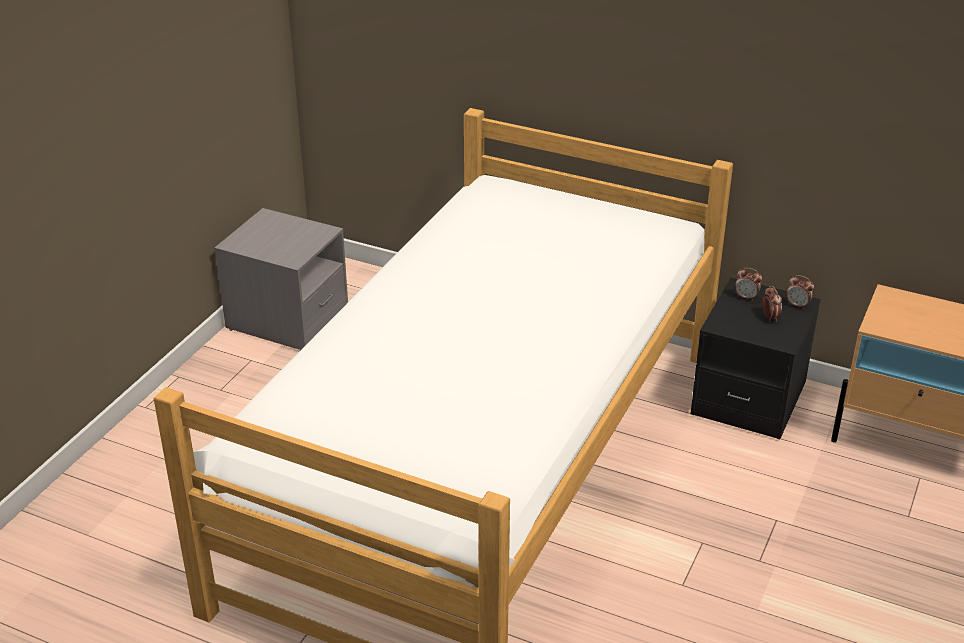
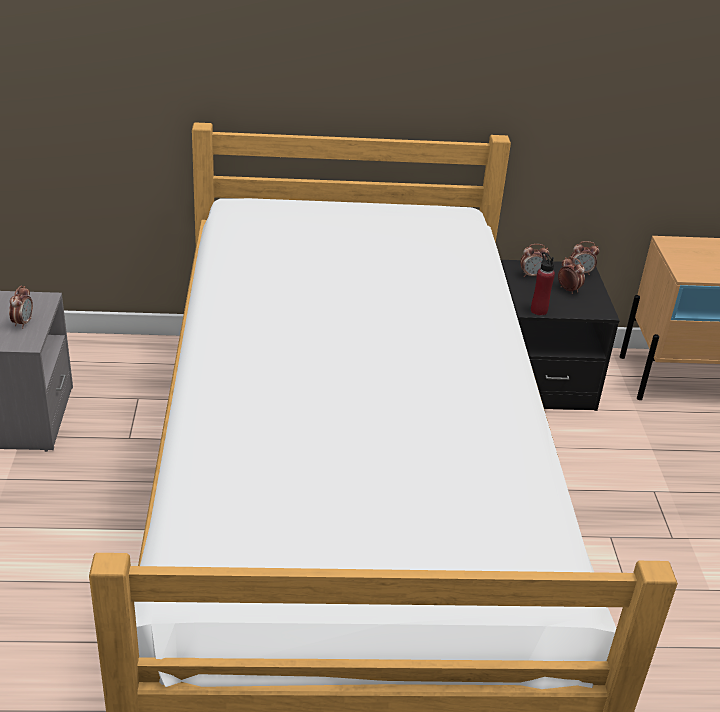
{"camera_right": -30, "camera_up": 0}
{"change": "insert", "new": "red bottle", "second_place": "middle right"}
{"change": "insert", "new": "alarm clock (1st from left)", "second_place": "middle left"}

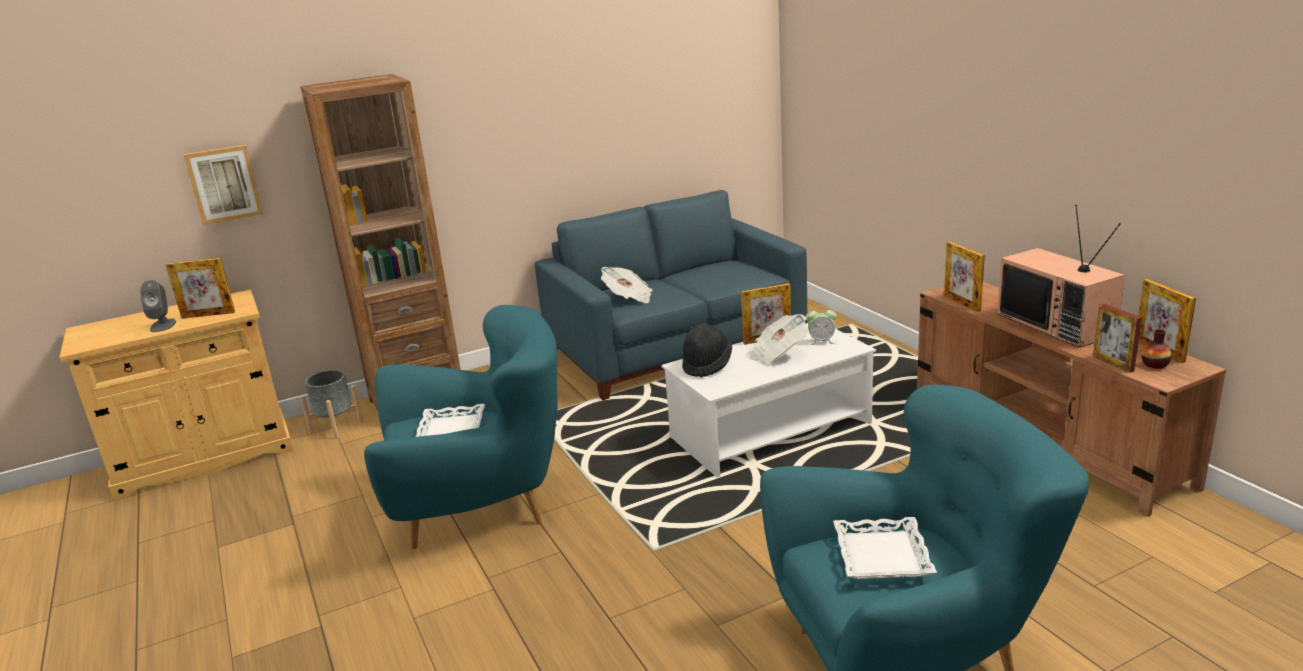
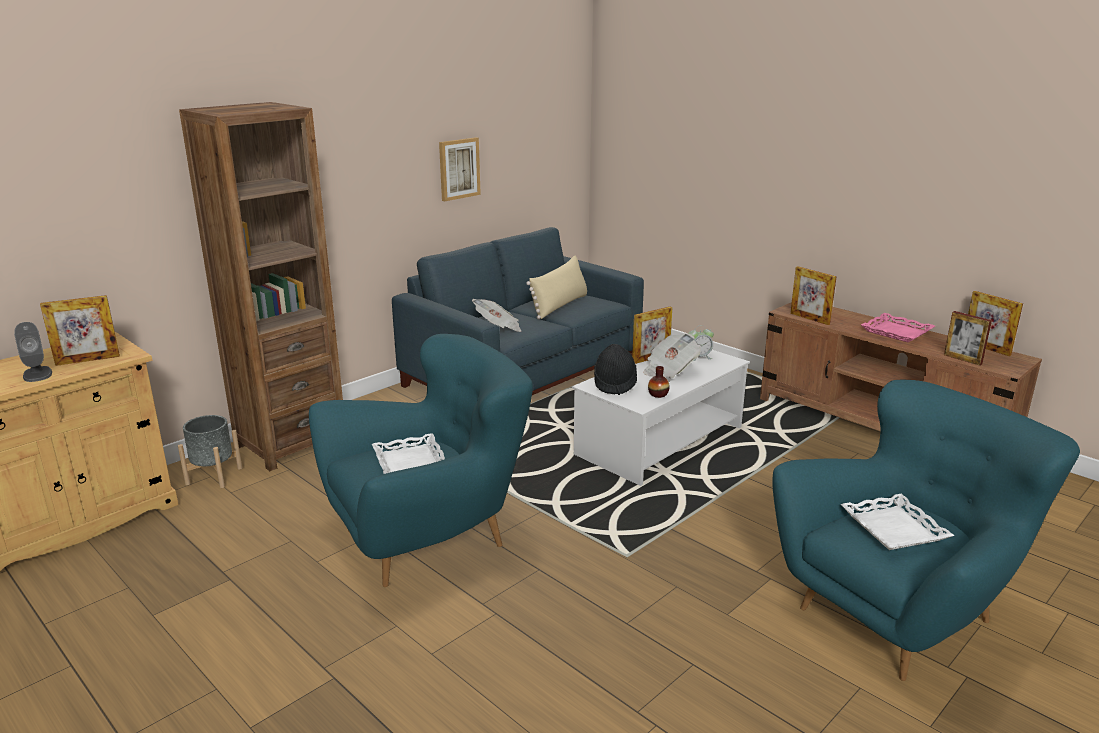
{"camera_right": -20, "camera_up": 0}
{"change": "move", "old": "picture", "first_place": "top left", "second_place": "top centre"}
{"change": "replace", "old": "television", "new": "pink tray", "first_place": "middle right", "second_place": "middle right"}
{"change": "move", "old": "vase", "first_place": "middle right", "second_place": "centre"}
{"change": "insert", "new": "beige pillow", "second_place": "centre"}

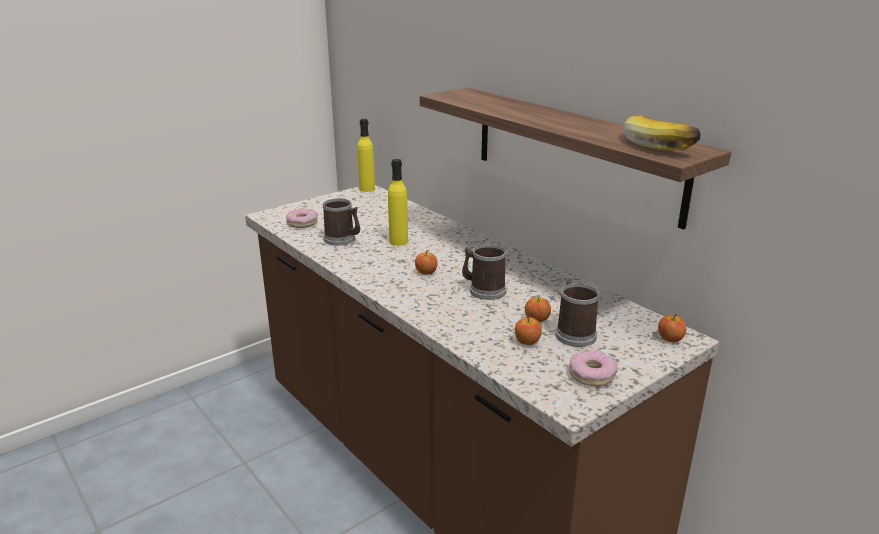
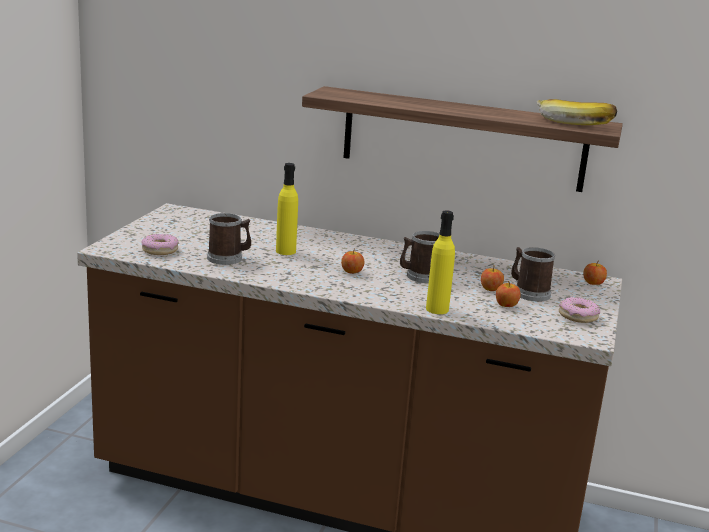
{"camera_right": -35, "camera_up": -5}
{"change": "move", "old": "yellow bottle (1st from left in the first image)", "new": "yellow bottle (2nd from left)", "first_place": "top centre", "second_place": "centre"}

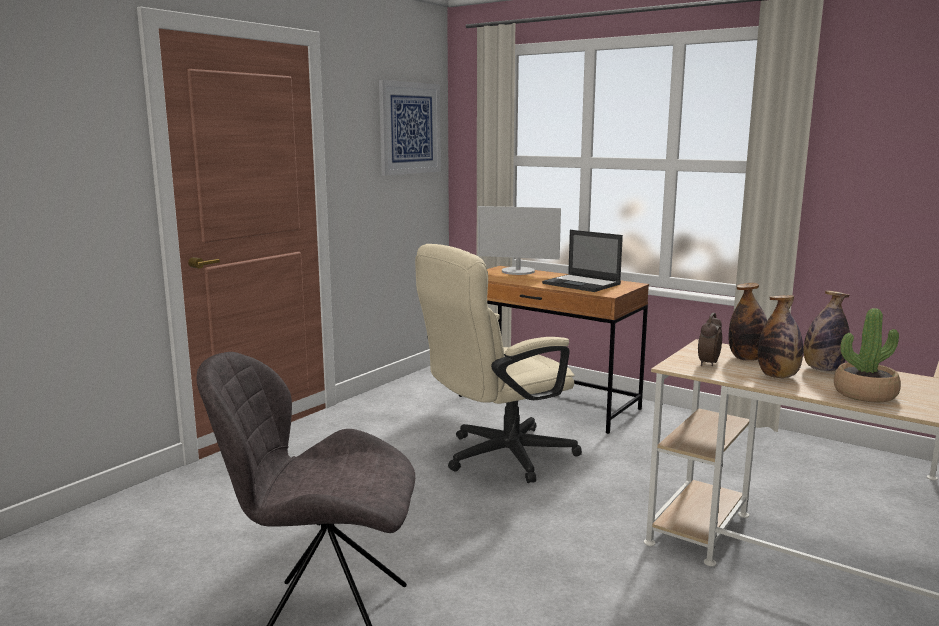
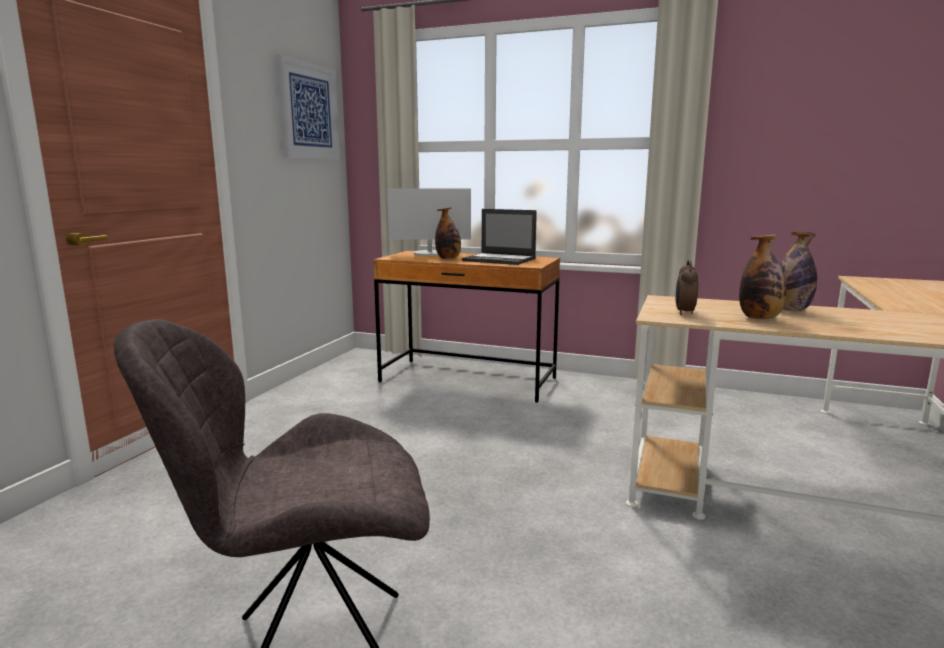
{"camera_right": -15, "camera_up": 0}
{"change": "delete", "old": "beige office chair", "first_place": "centre"}
{"change": "move", "old": "bottle (1st from left)", "first_place": "middle right", "second_place": "centre"}
{"change": "delete", "old": "potted plant", "first_place": "middle right"}

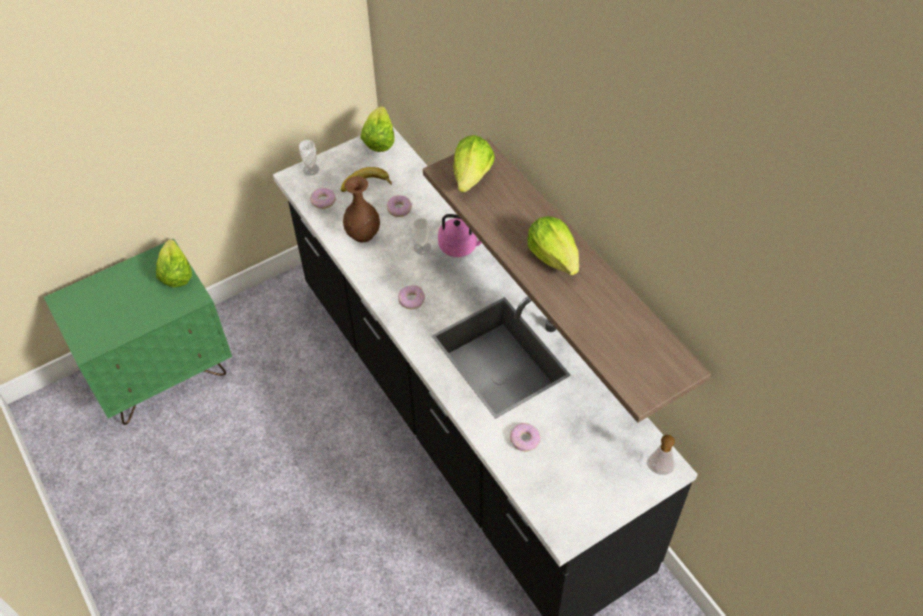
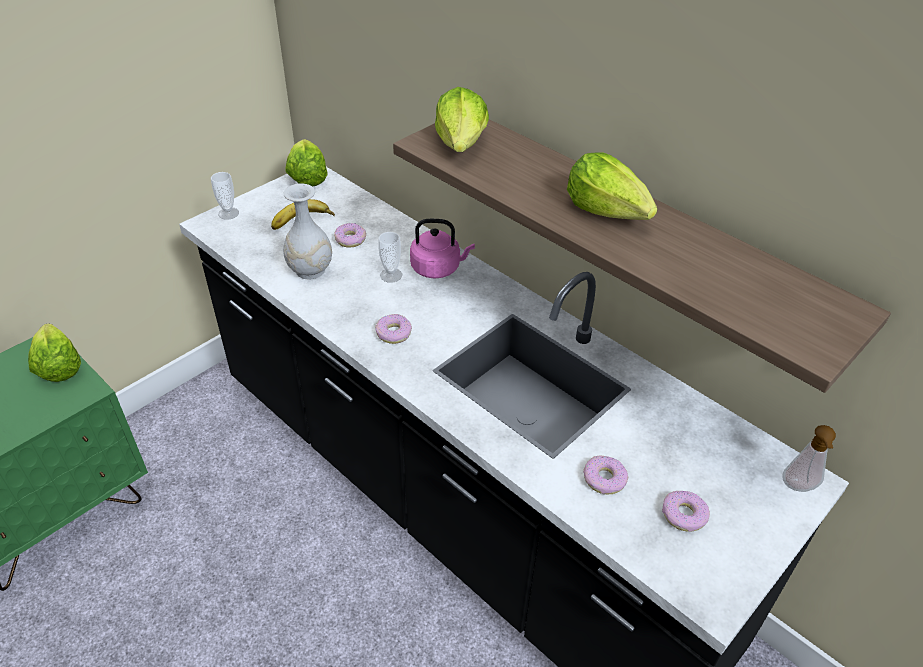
{"camera_right": -15, "camera_up": -10}
{"change": "recolor", "old": "brown vase", "new": "white vase", "first_place": "centre", "second_place": "middle left"}
{"change": "move", "old": "donut (1st from left in the first image)", "new": "donut (4th from left)", "first_place": "top centre", "second_place": "bottom right"}

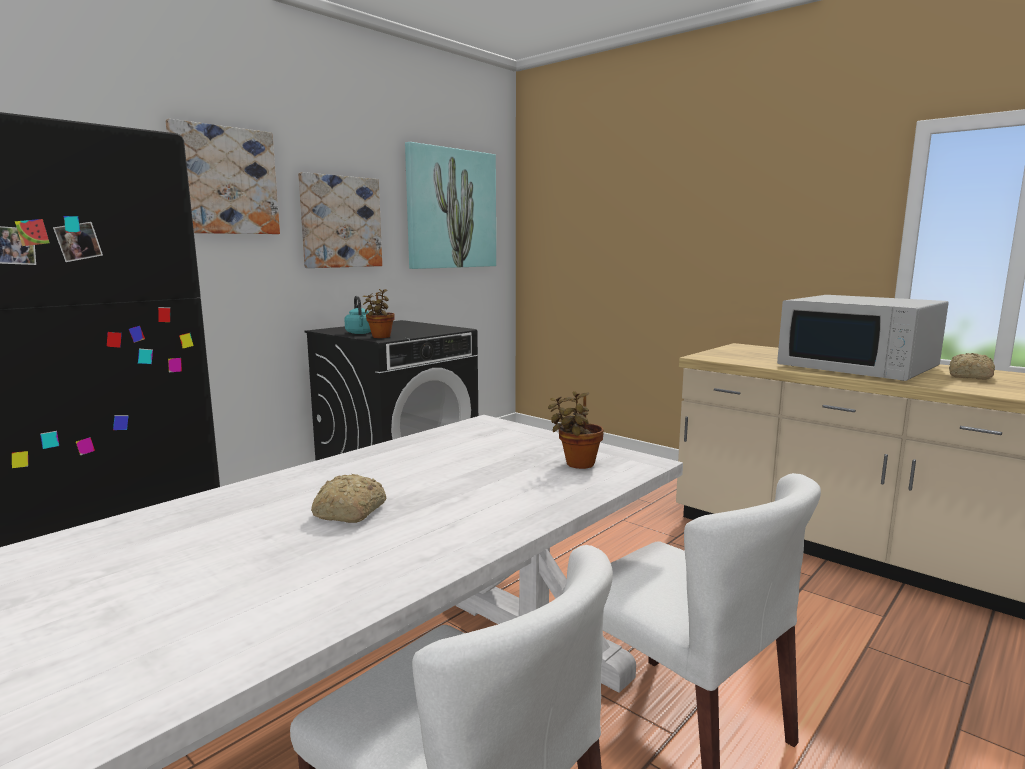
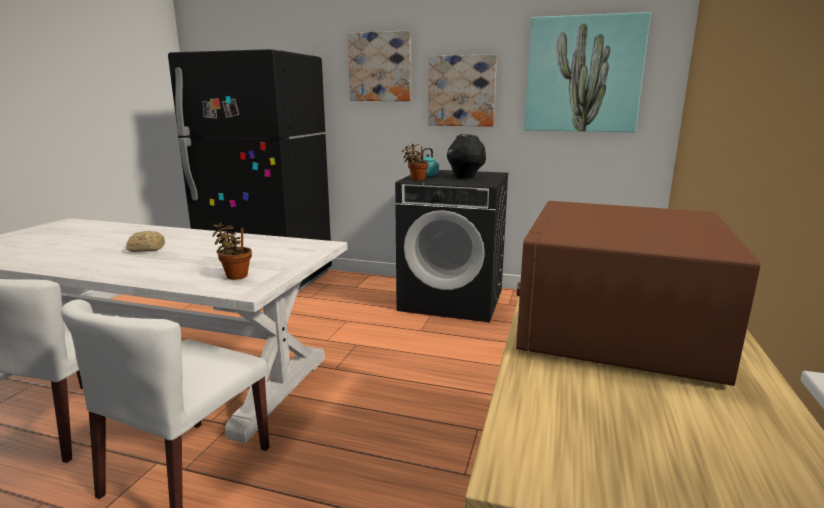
{"camera_right": 65, "camera_up": 5}
{"change": "recolor", "old": "white microwave", "new": "brown microwave", "first_place": "middle right", "second_place": "middle right"}
{"change": "delete", "old": "bread (2nd from left)", "first_place": "middle right"}
{"change": "insert", "new": "black vase", "second_place": "top centre"}

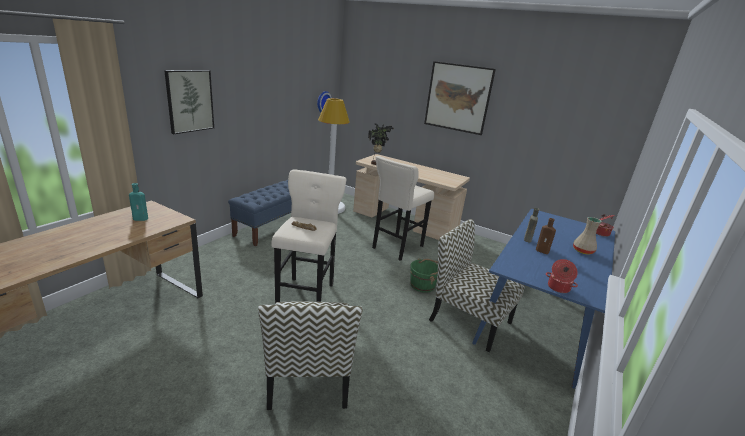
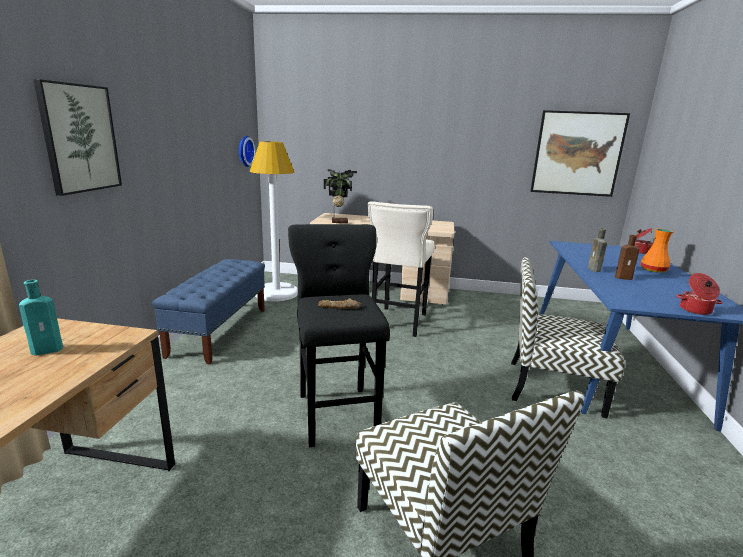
{"camera_right": -20, "camera_up": -5}
{"change": "move", "old": "picture (2nd from left)", "first_place": "top centre", "second_place": "top right"}
{"change": "recolor", "old": "beige stool (1st from left)", "new": "black stool", "first_place": "centre", "second_place": "centre"}
{"change": "recolor", "old": "beige vase", "new": "orange vase", "first_place": "middle right", "second_place": "middle right"}
{"change": "delete", "old": "green bucket", "first_place": "centre"}

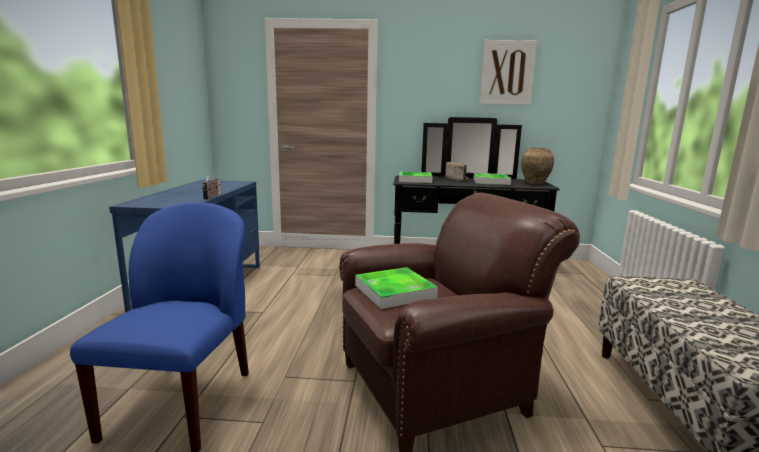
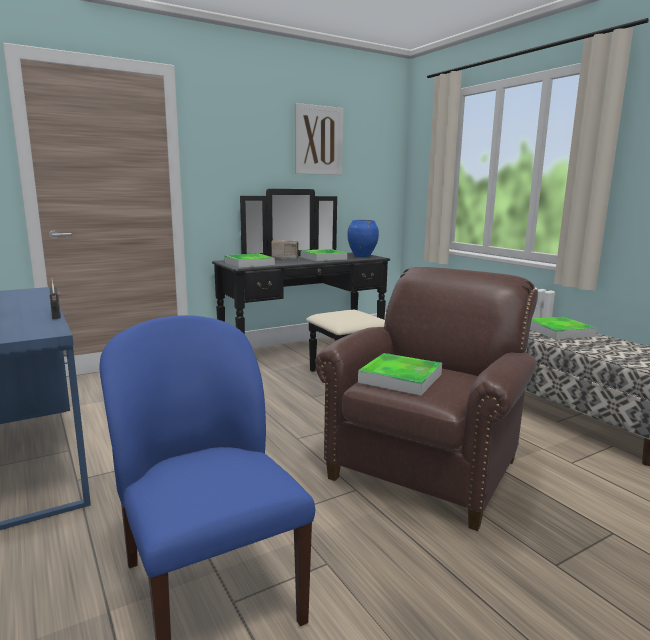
{"camera_right": -35, "camera_up": 0}
{"change": "recolor", "old": "brown vase", "new": "blue vase", "first_place": "middle right", "second_place": "centre"}
{"change": "insert", "new": "tray (4th from left)", "second_place": "middle right"}

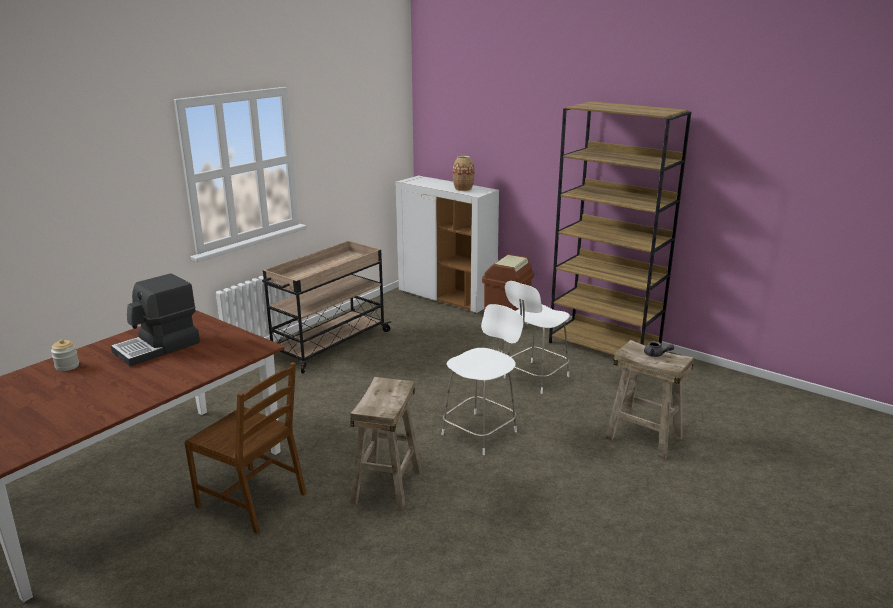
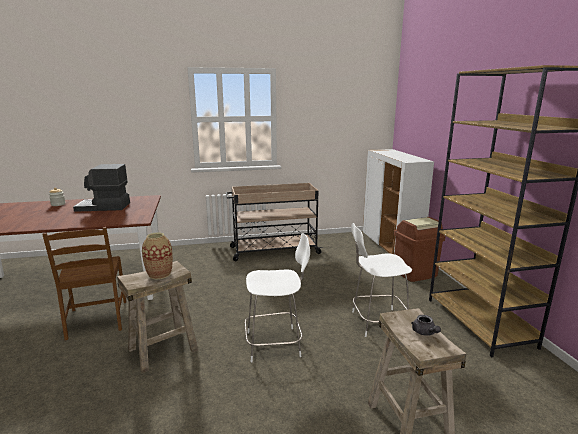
{"camera_right": 40, "camera_up": -5}
{"change": "move", "old": "vase", "first_place": "top centre", "second_place": "middle left"}

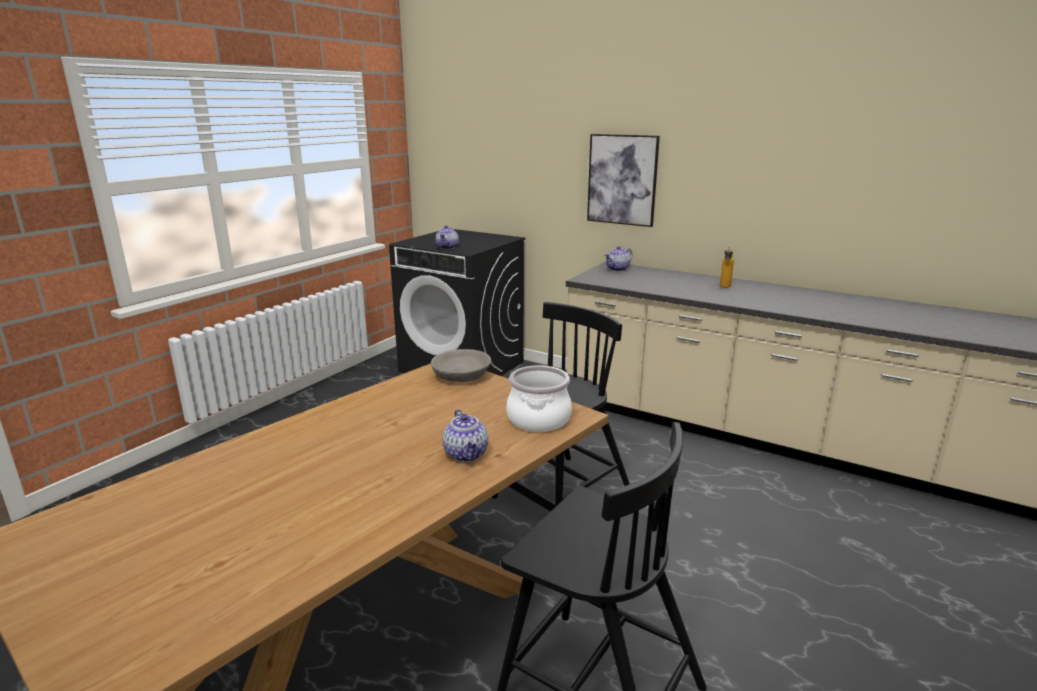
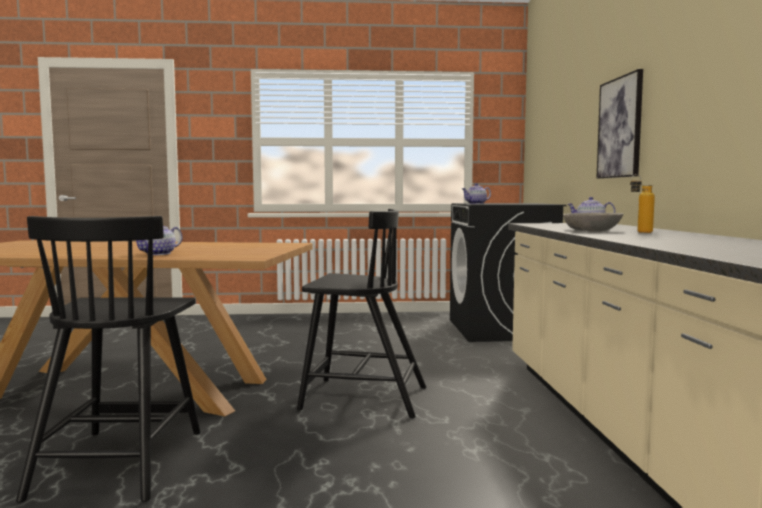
{"camera_right": 55, "camera_up": -15}
{"change": "move", "old": "grey bowl", "first_place": "centre", "second_place": "middle right"}
{"change": "delete", "old": "cooking pot", "first_place": "centre"}

